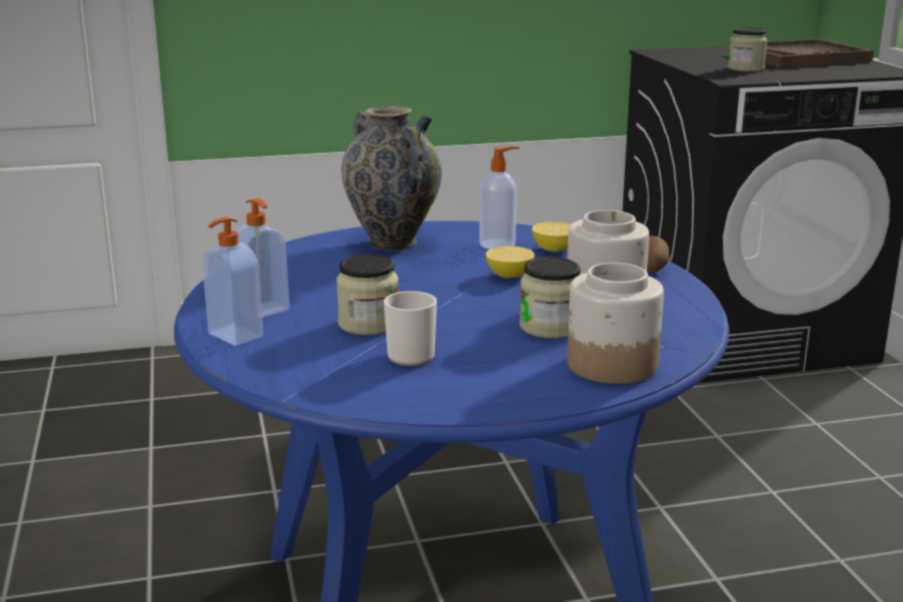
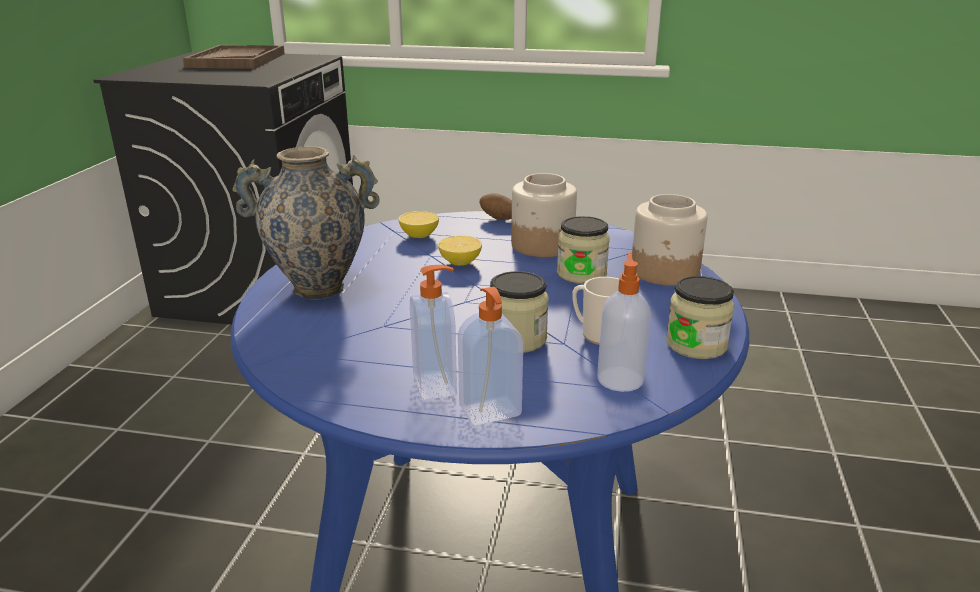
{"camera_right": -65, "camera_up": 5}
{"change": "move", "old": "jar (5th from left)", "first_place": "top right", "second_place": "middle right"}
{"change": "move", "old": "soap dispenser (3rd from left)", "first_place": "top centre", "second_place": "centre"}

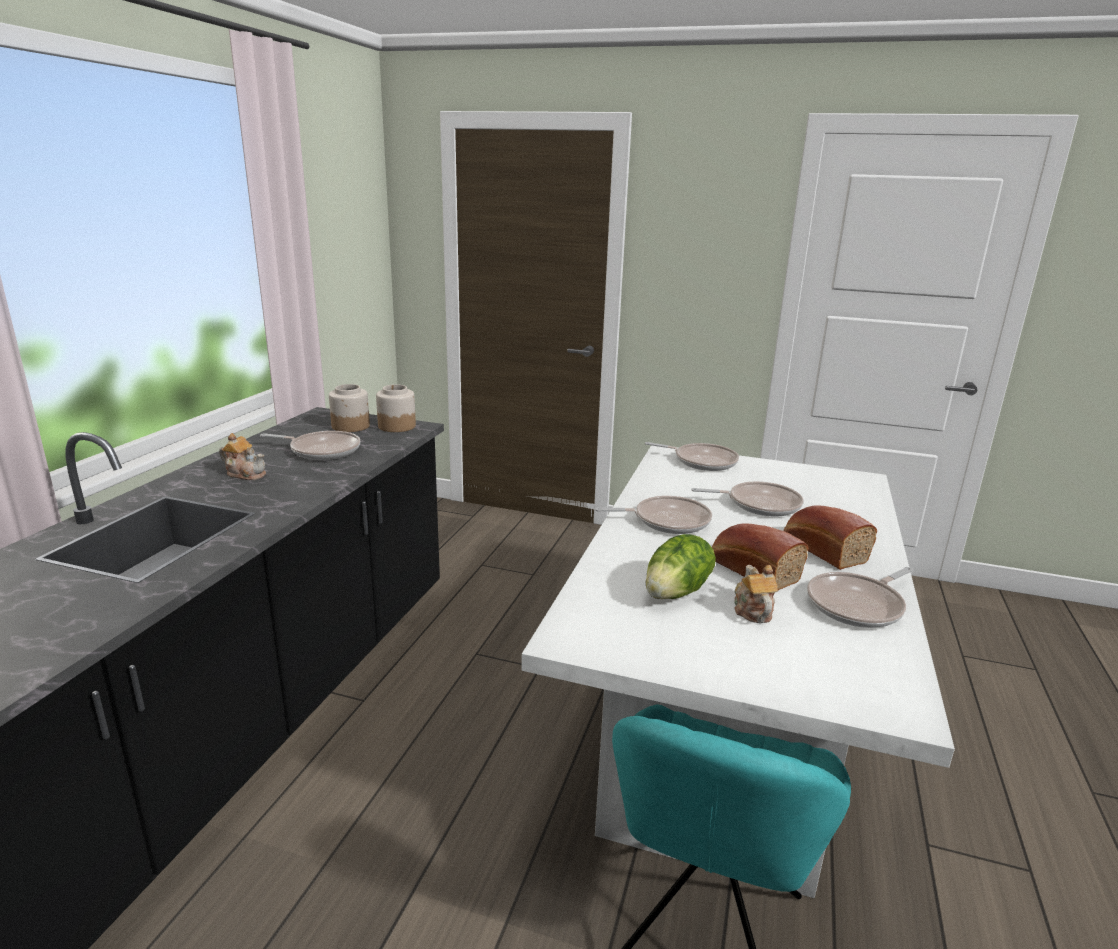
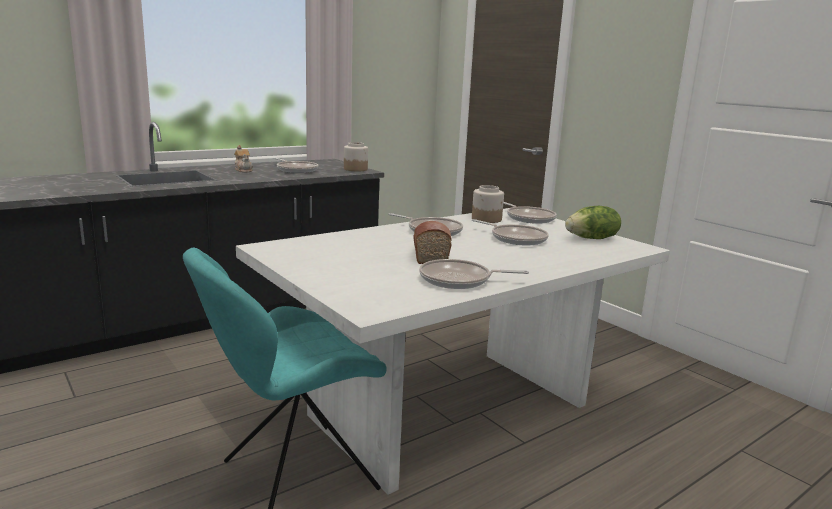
{"camera_right": 35, "camera_up": -5}
{"change": "move", "old": "jar (1st from left in the first image)", "new": "jar (2nd from left)", "first_place": "middle left", "second_place": "centre"}
{"change": "delete", "old": "bread (2nd from left)", "first_place": "middle right"}
{"change": "move", "old": "lettuce", "first_place": "centre", "second_place": "middle right"}
{"change": "delete", "old": "teapot (2nd from left)", "first_place": "middle right"}

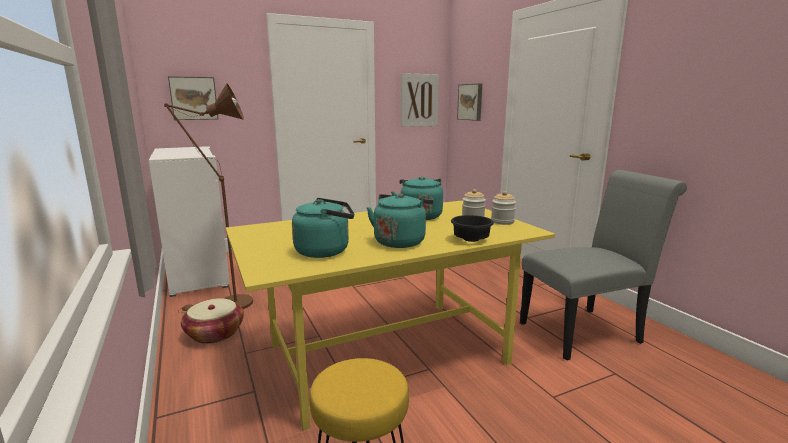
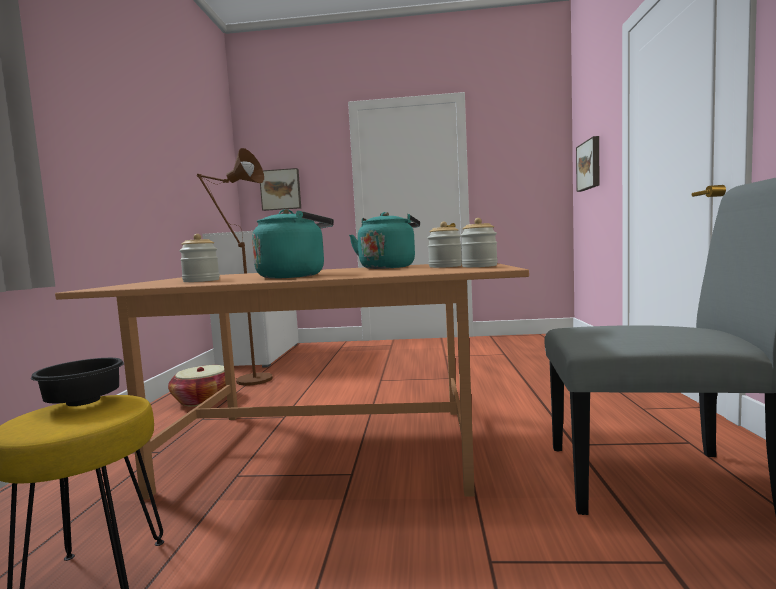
{"camera_right": 30, "camera_up": -10}
{"change": "delete", "old": "picture (2nd from left)", "first_place": "top centre"}
{"change": "replace", "old": "turquoise kettle (1st from left)", "new": "jar (1st from left)", "first_place": "centre", "second_place": "middle left"}
{"change": "recolor", "old": "yellow dining table", "new": "brown dining table", "first_place": "bottom centre", "second_place": "centre"}
{"change": "move", "old": "black bowl", "first_place": "centre", "second_place": "middle left"}

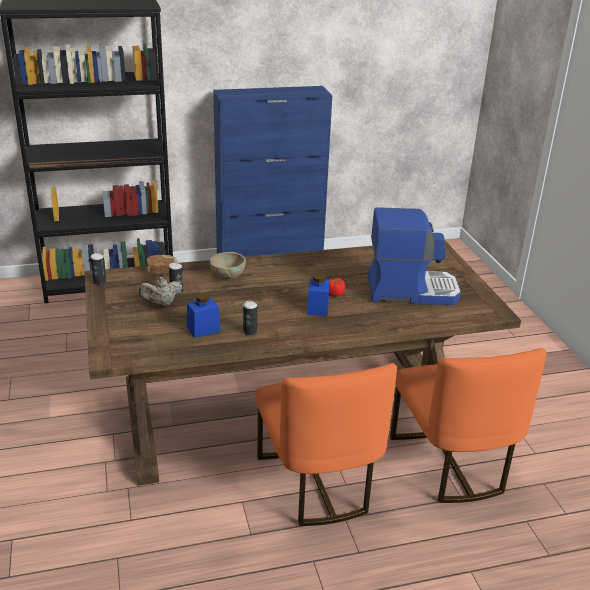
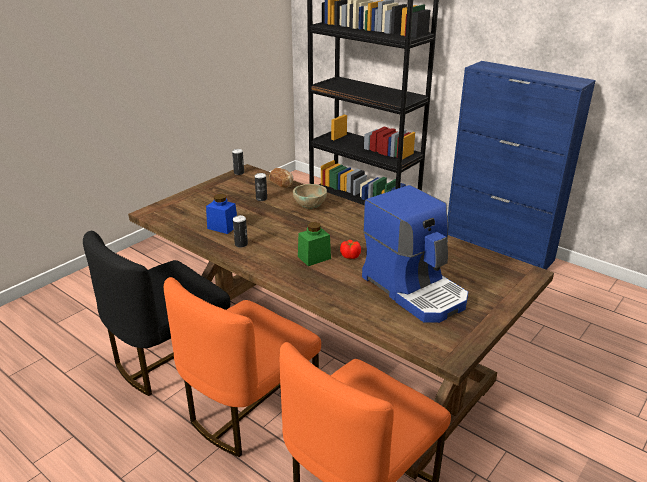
{"camera_right": 55, "camera_up": 0}
{"change": "recolor", "old": "blue jar (2nd from left)", "new": "green jar", "first_place": "centre", "second_place": "centre"}
{"change": "delete", "old": "beige teapot", "first_place": "middle left"}
{"change": "insert", "new": "black chair", "second_place": "middle left"}

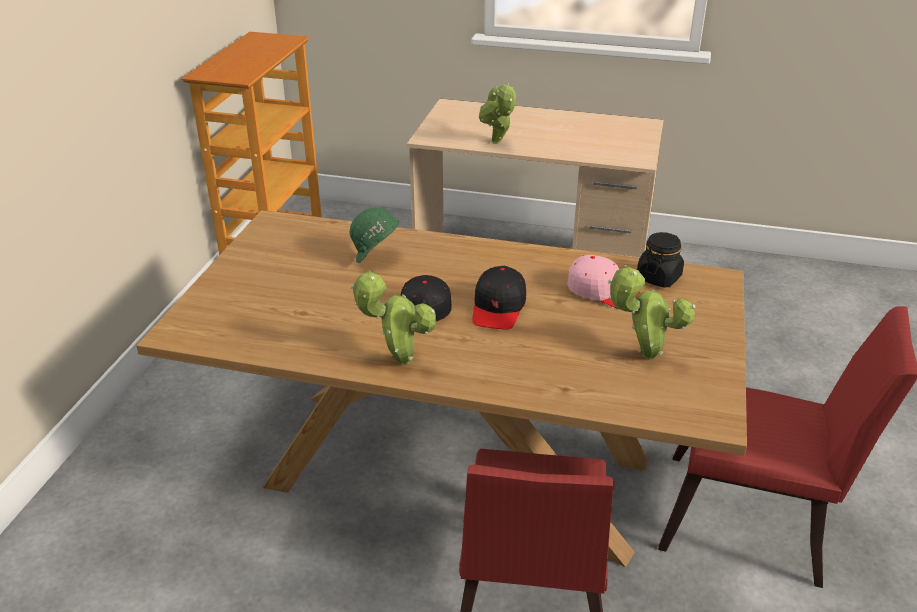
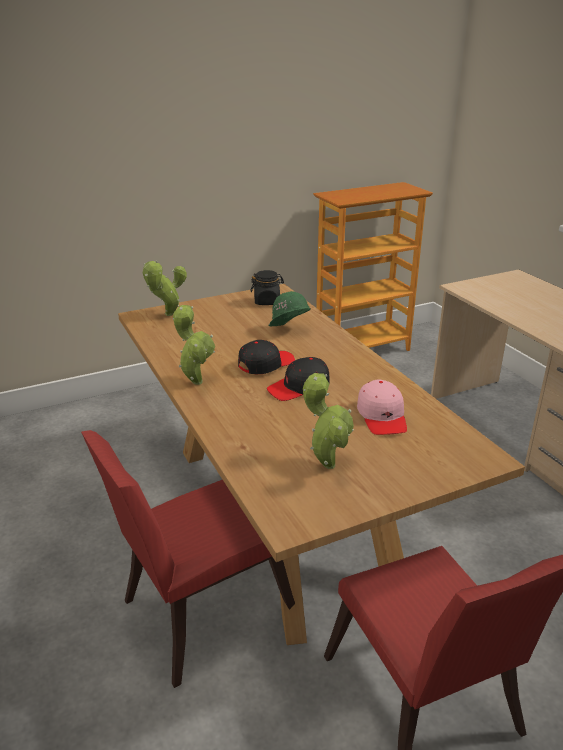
{"camera_right": 50, "camera_up": -5}
{"change": "move", "old": "potted plant (2nd from left in the first image)", "new": "potted plant (1st from left)", "first_place": "top centre", "second_place": "middle left"}
{"change": "move", "old": "black jar", "first_place": "middle right", "second_place": "centre"}

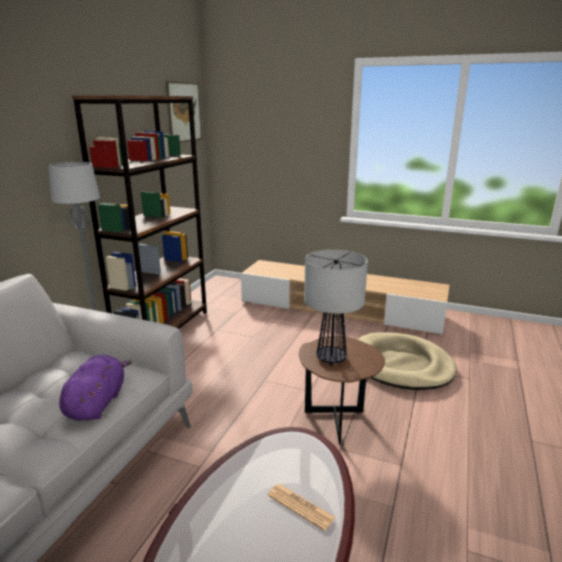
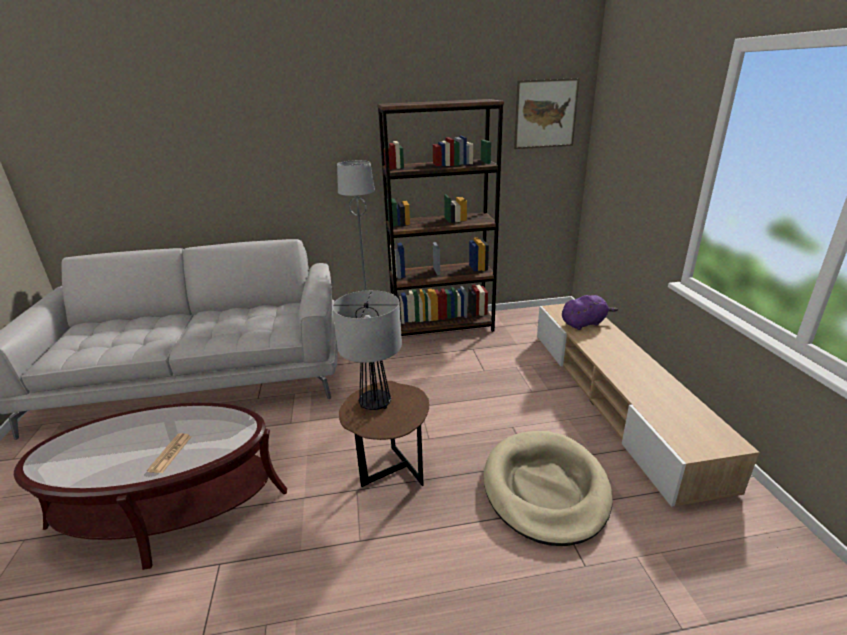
{"camera_right": 60, "camera_up": 5}
{"change": "move", "old": "purple plush toy", "first_place": "bottom left", "second_place": "middle right"}

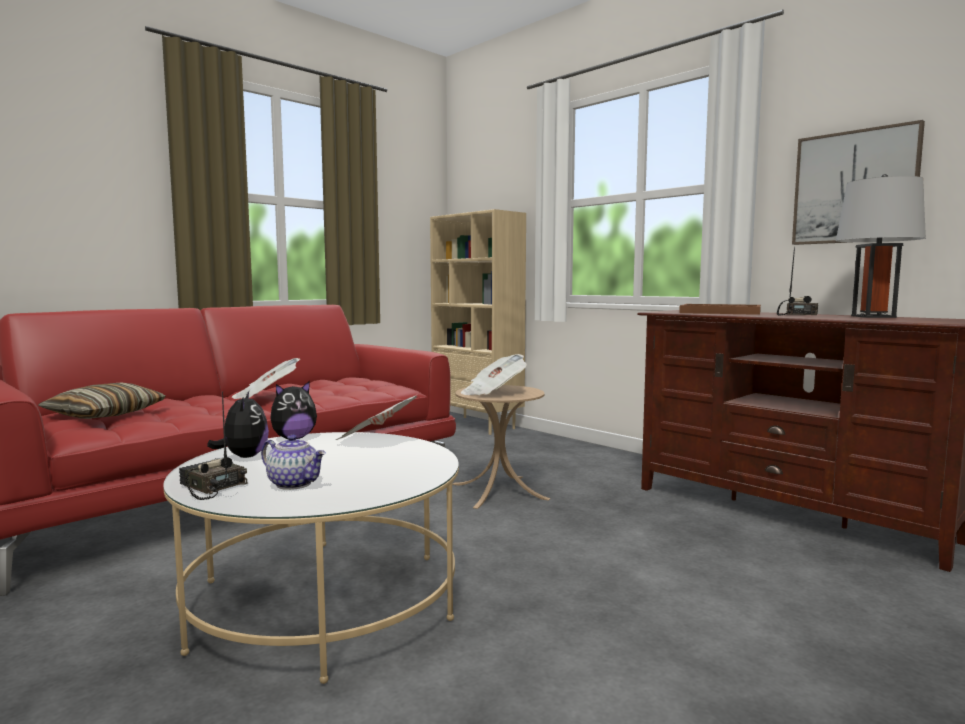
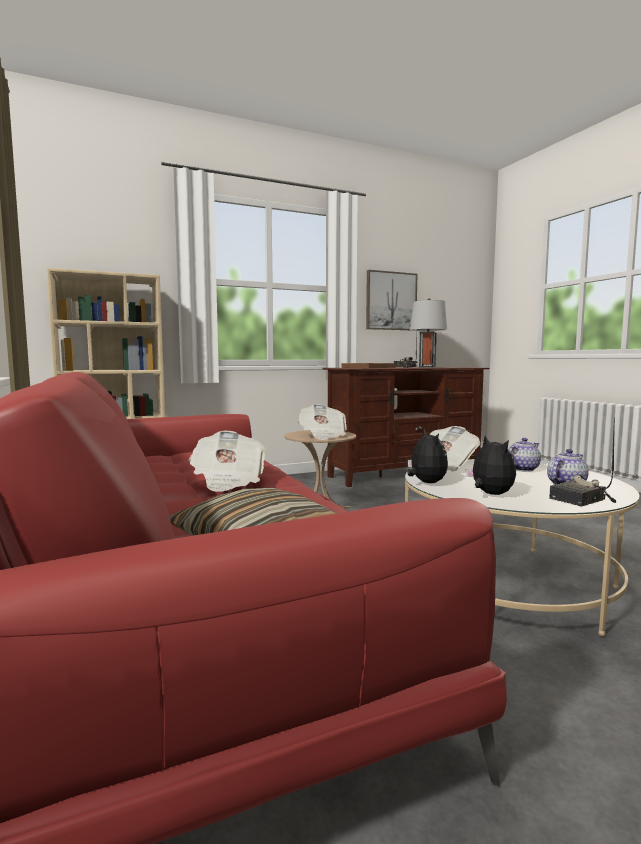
{"camera_right": -70, "camera_up": 0}
{"change": "rotate", "old": "plush toy (1st from left in the first image)", "first_place": "middle left", "second_place": "middle right", "degrees": 60}
{"change": "insert", "new": "teapot (1st from left)", "second_place": "middle right"}

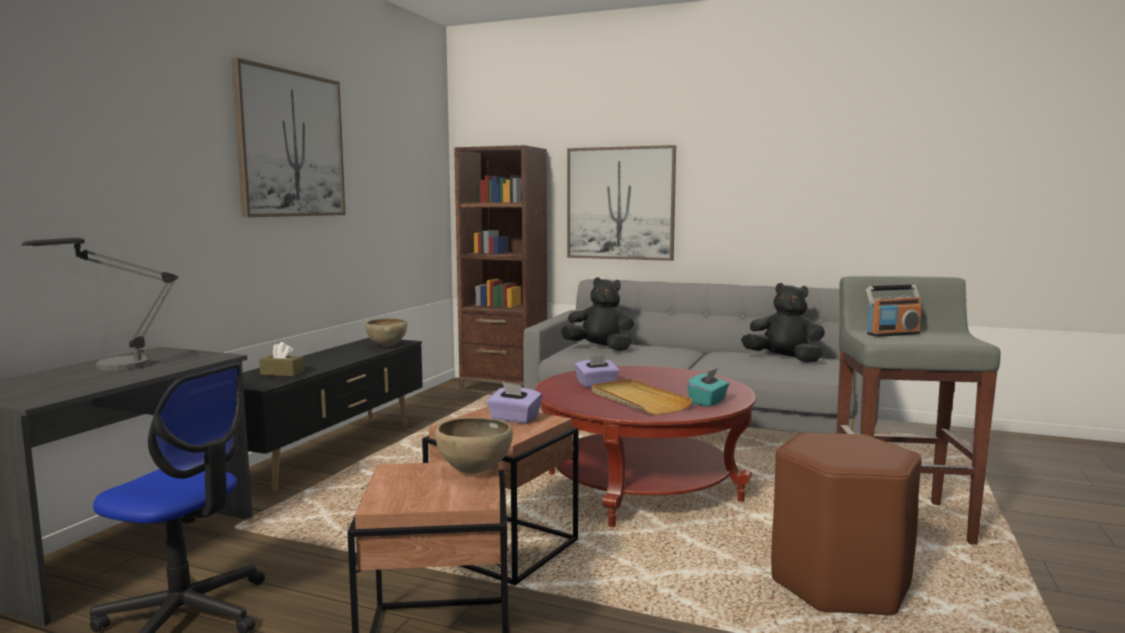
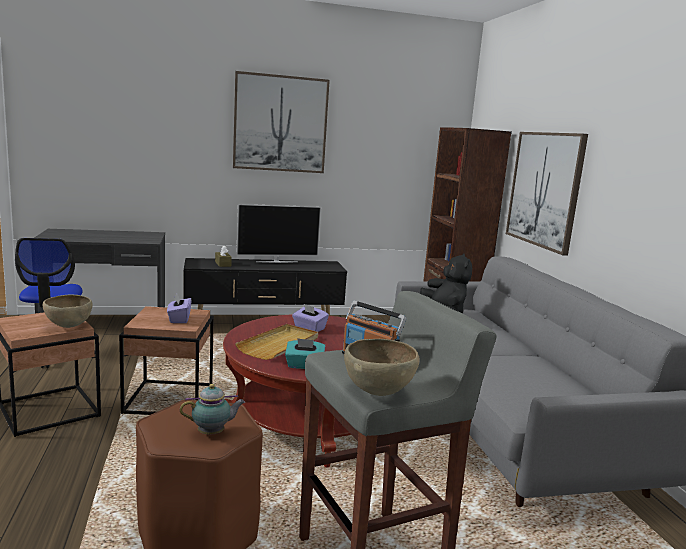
{"camera_right": 55, "camera_up": 5}
{"change": "delete", "old": "table lamp", "first_place": "middle left"}
{"change": "delete", "old": "black plush toy (2nd from left)", "first_place": "middle right"}
{"change": "move", "old": "brown bowl (1st from left in the first image)", "new": "brown bowl (2nd from left)", "first_place": "centre", "second_place": "bottom centre"}
{"change": "insert", "new": "television", "second_place": "centre"}
{"change": "insert", "new": "teapot", "second_place": "bottom left"}

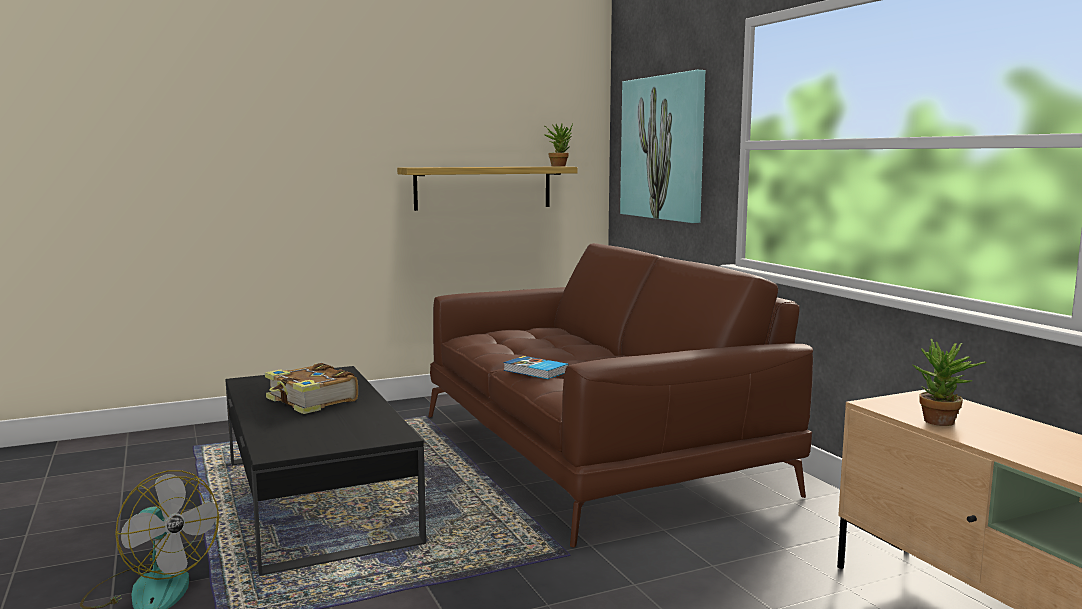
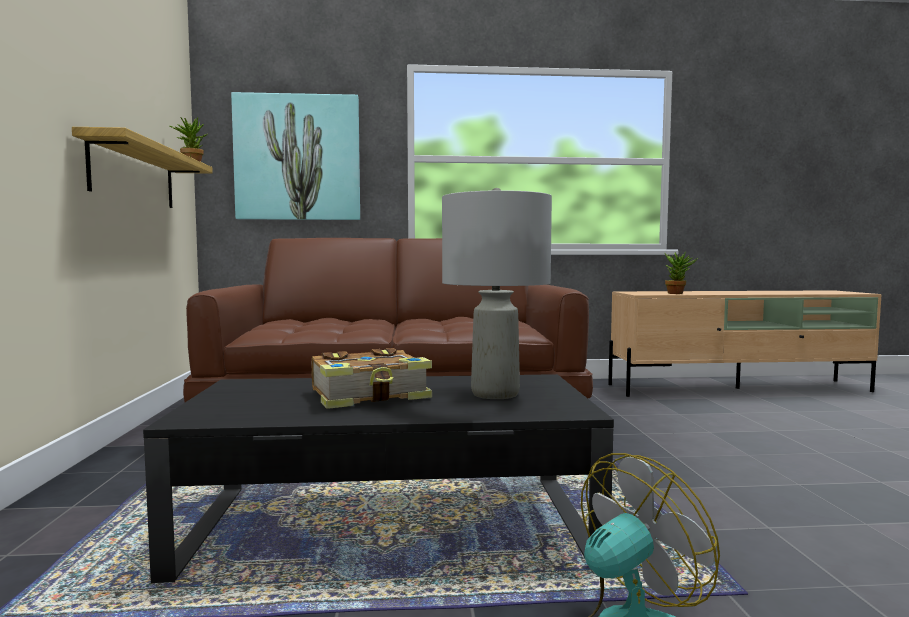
{"camera_right": -70, "camera_up": -5}
{"change": "delete", "old": "book (2nd from left)", "first_place": "centre"}
{"change": "insert", "new": "grey table lamp", "second_place": "centre"}

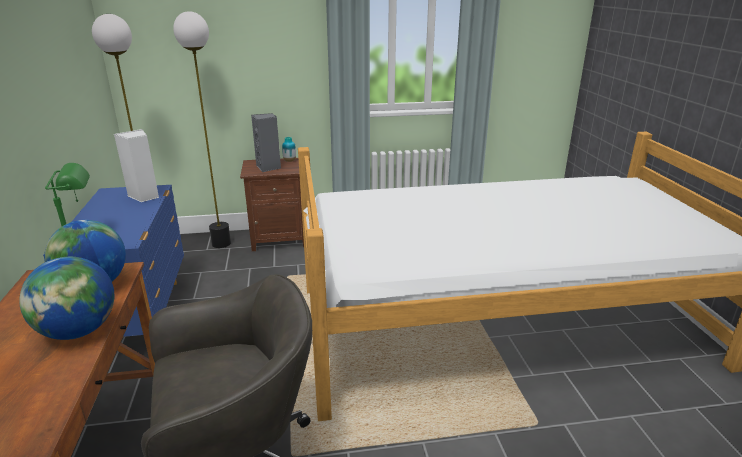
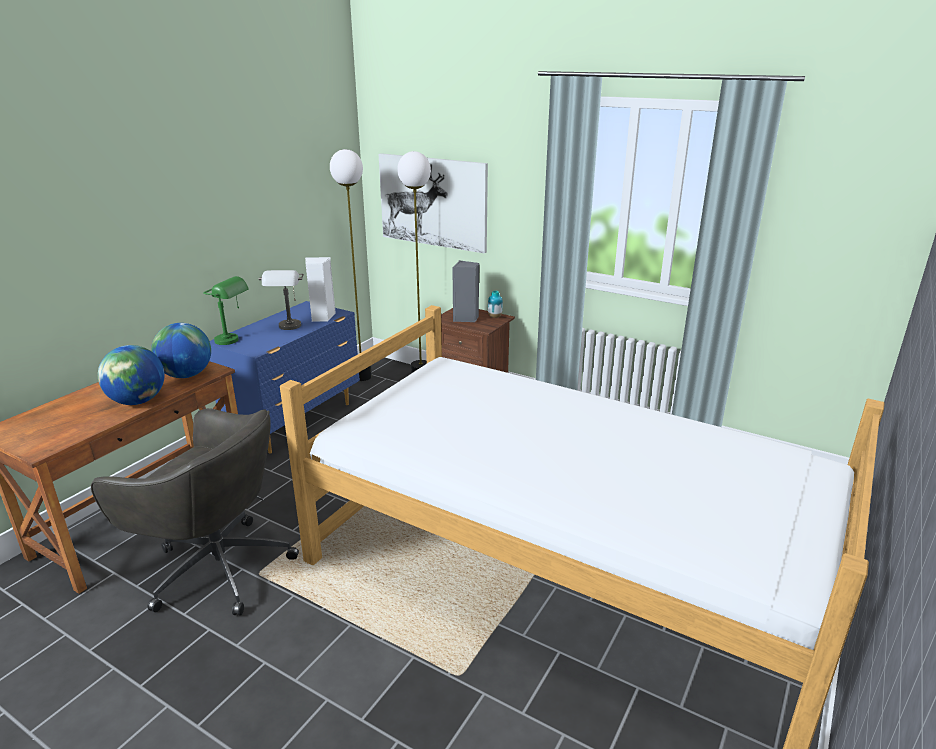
{"camera_right": 40, "camera_up": 0}
{"change": "insert", "new": "picture", "second_place": "top centre"}
{"change": "insert", "new": "grey table lamp", "second_place": "middle left"}

